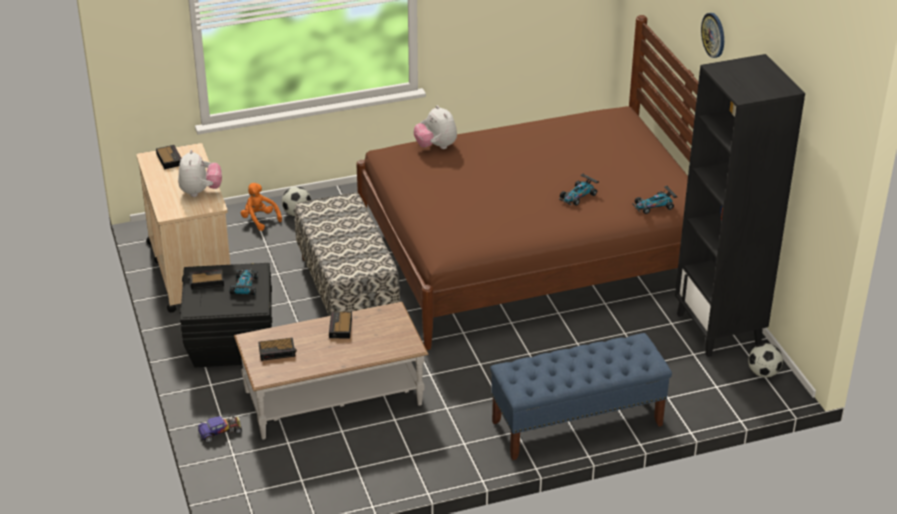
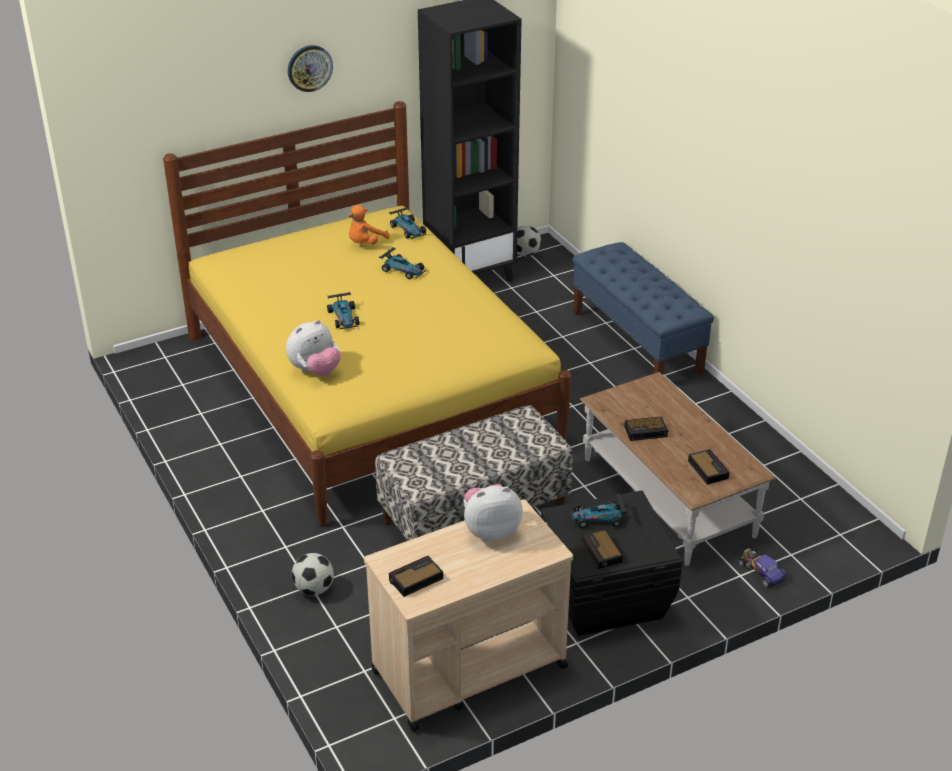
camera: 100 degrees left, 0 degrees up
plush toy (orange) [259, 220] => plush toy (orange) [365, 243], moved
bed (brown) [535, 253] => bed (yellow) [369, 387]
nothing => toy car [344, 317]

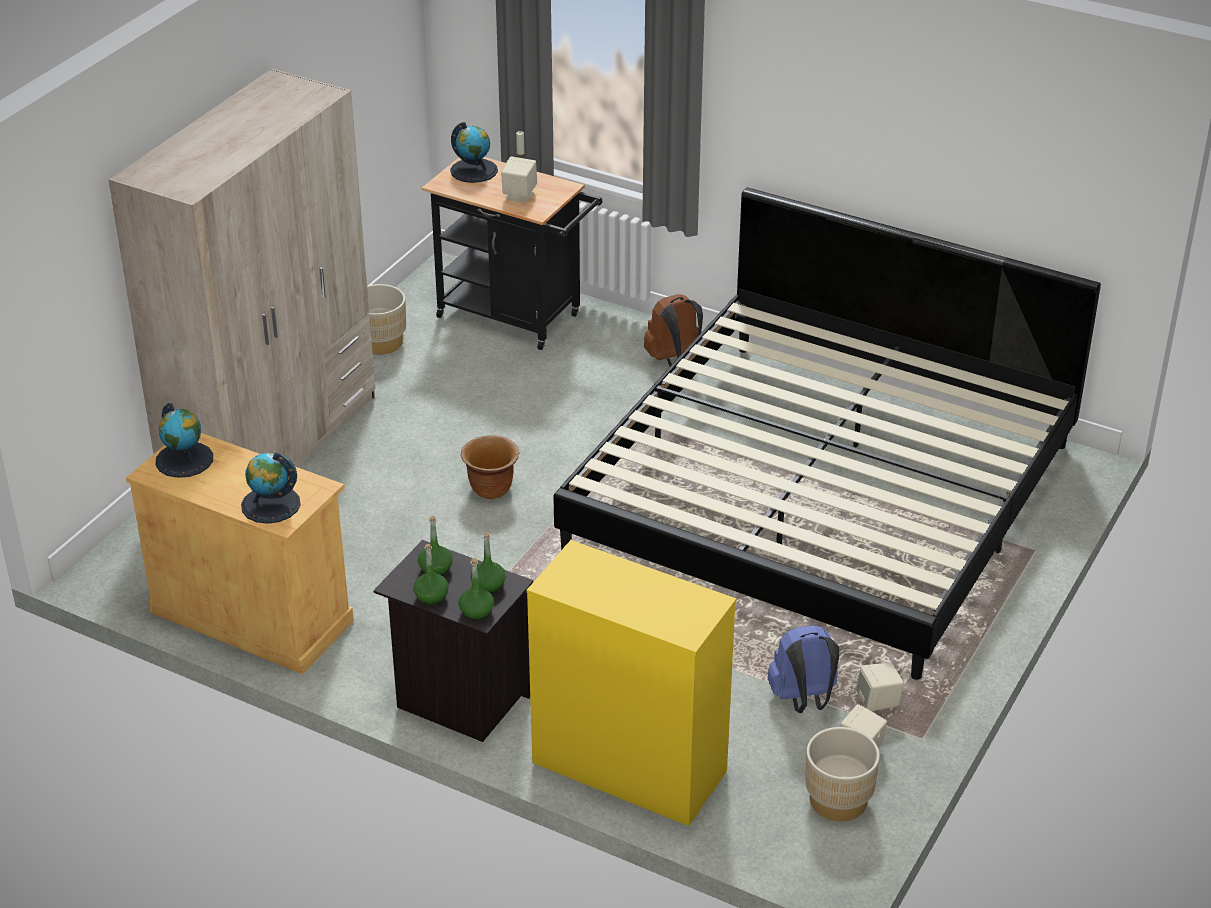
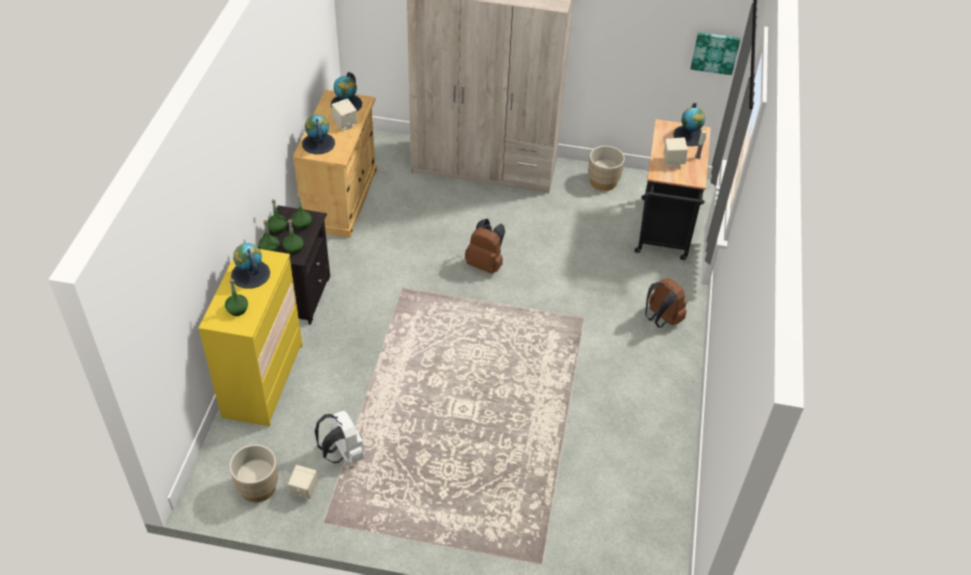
camera: 70 degrees right, 10 degrees up
planter (brown) [491, 489] => backpack (brown) [485, 264]
bed [822, 496] => nothing
backpack (blue) [803, 700] => backpack (white) [343, 453]
speaker (beige) [878, 704] => speaker (beige) [345, 124], moved
nothing => bottle (green) [237, 309]
nothing => globe [250, 274]
nothing => picture [715, 52]

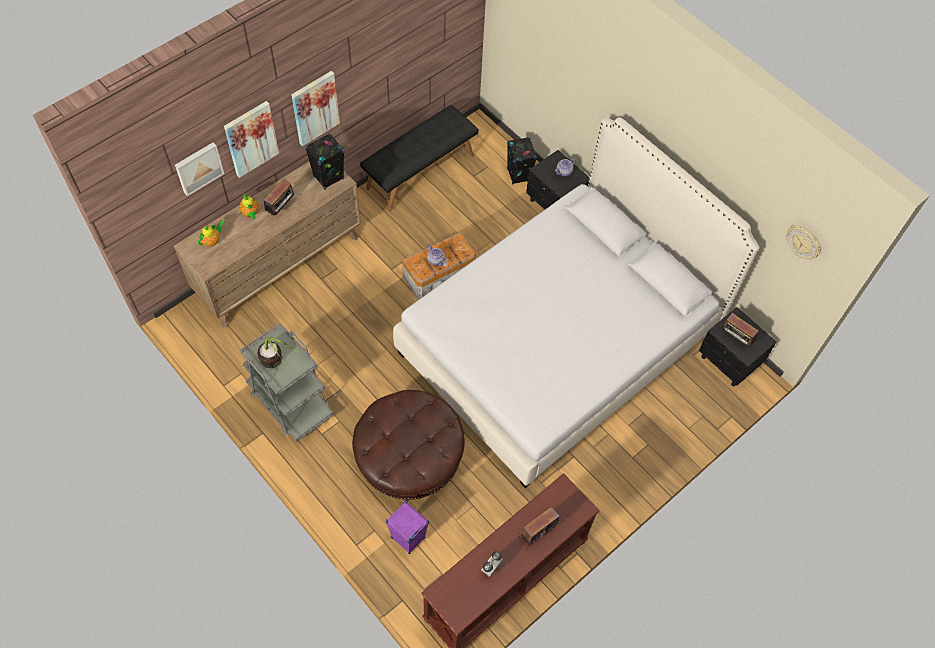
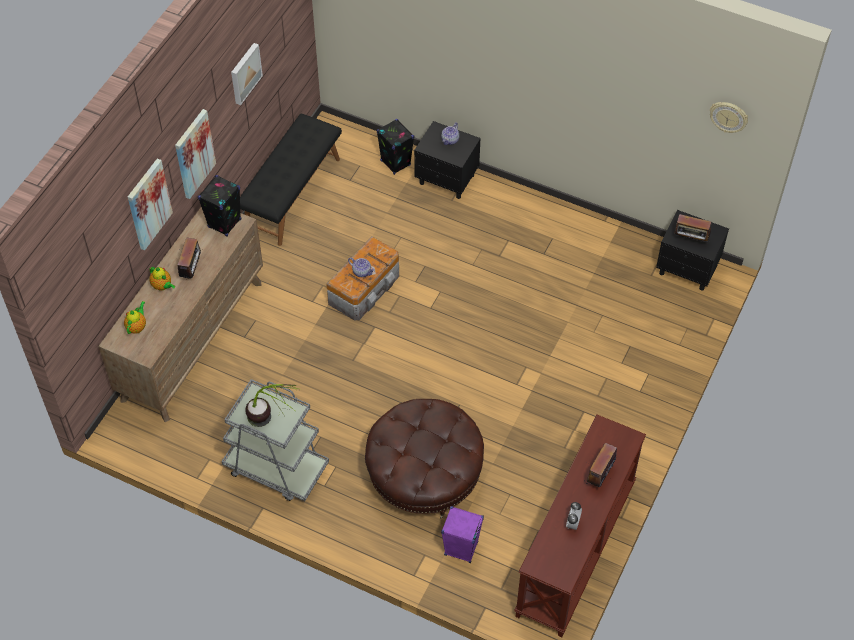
camera: 20 degrees left, 5 degrees down
picture [198, 167] => picture [244, 73], moved
bed (white) [558, 341] => nothing

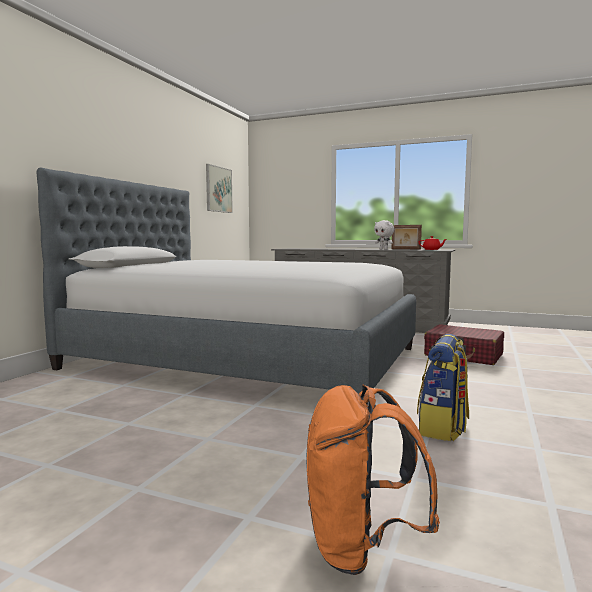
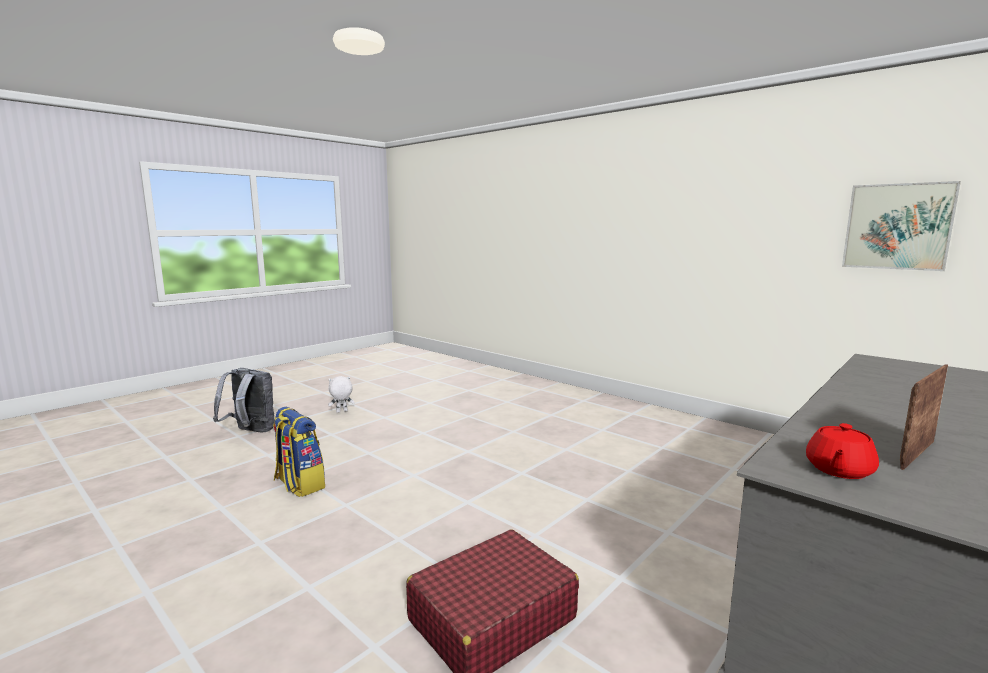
camera: 110 degrees right, 5 degrees up
bed [247, 358] => nothing
backpack (orange) [360, 547] => backpack (grey) [250, 432]
plush toy (white) [384, 249] => plush toy (white) [341, 411], moved

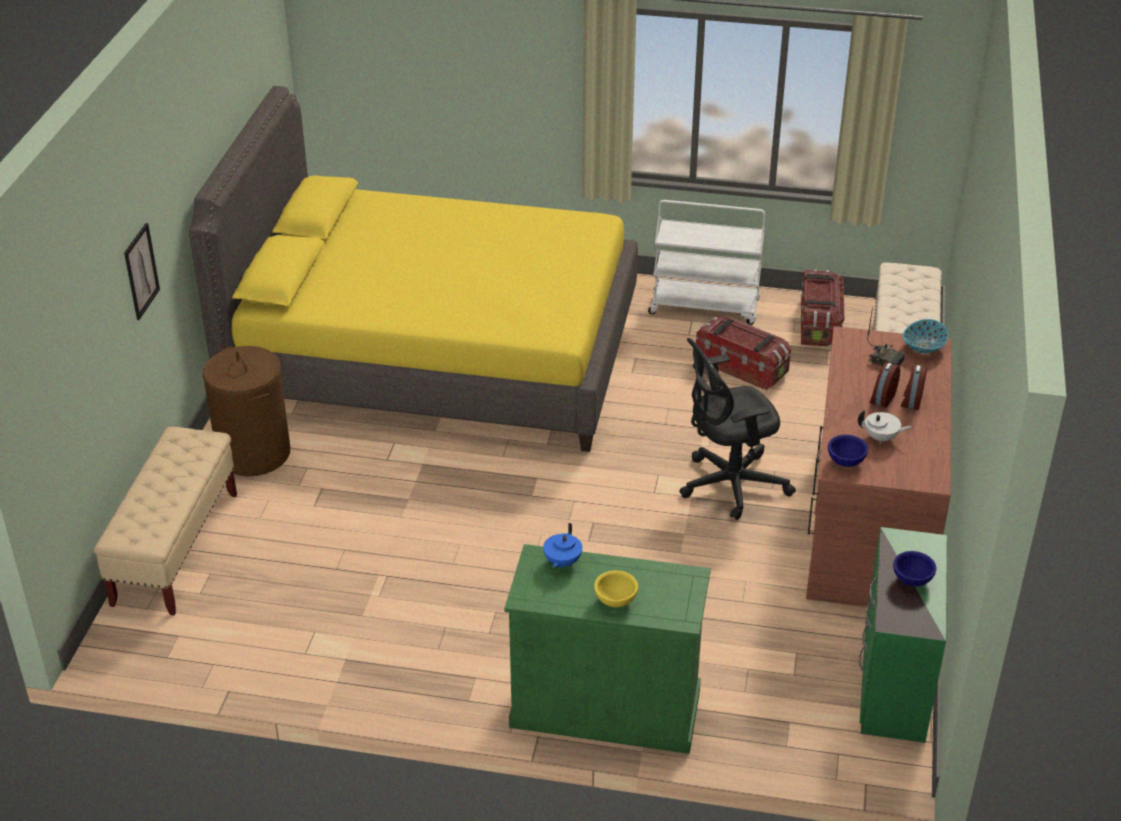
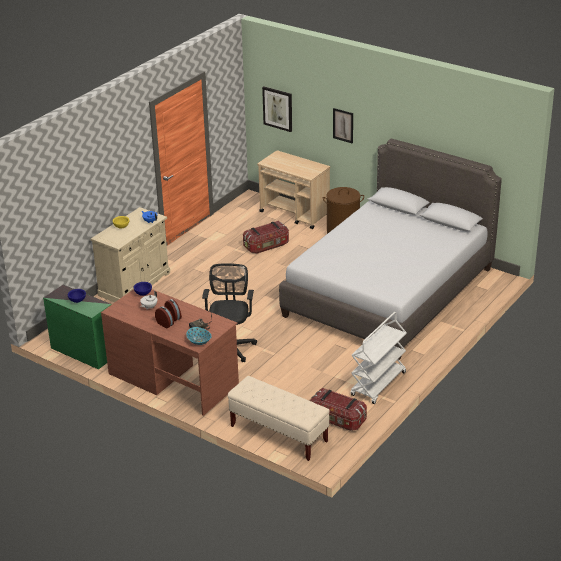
camera: 115 degrees right, 5 degrees down
bench (beige) [176, 548] => cart (beige) [295, 214]
bed (yellow) [434, 353] => bed (grey) [388, 292]
cabinet (green) [605, 707] => cabinet (beige) [134, 284]
storage box [742, 367] => storage box [266, 246], moved
nothing => picture [278, 108]

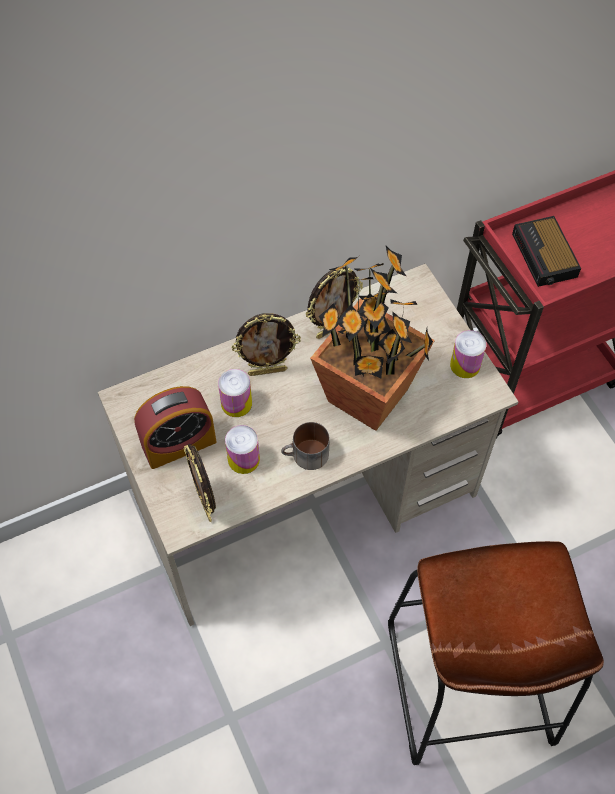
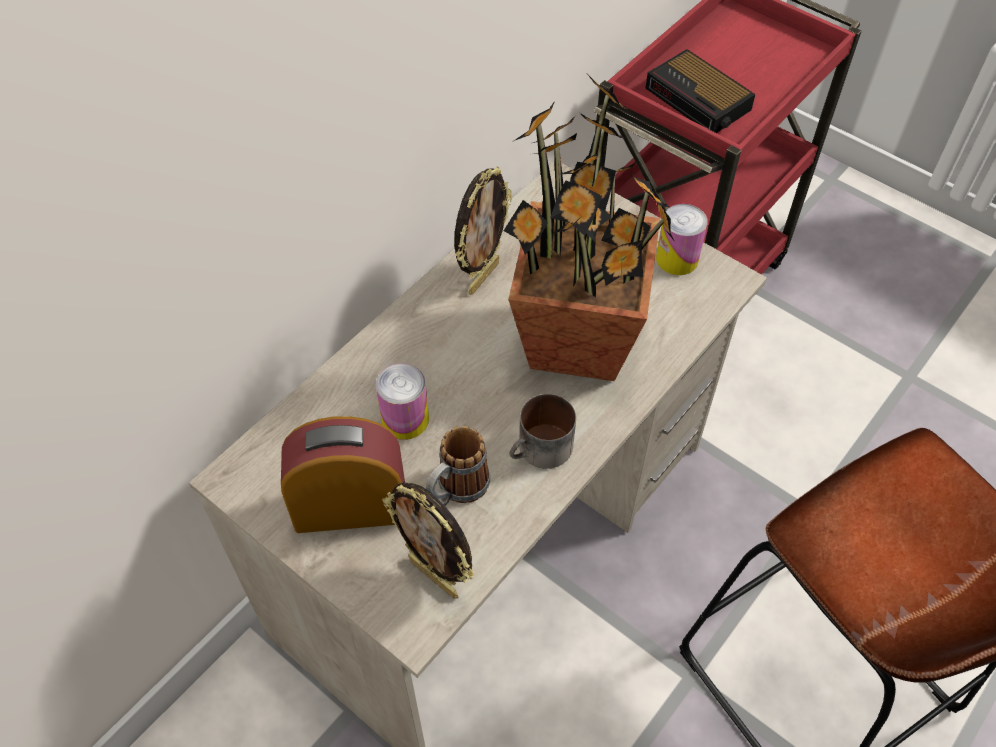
camera: 25 degrees left, 5 degrees down
alarm clock [179, 444] => alarm clock [350, 507], 135 degrees counterclockwise
can [243, 459] => mug [456, 490]
picture frame [267, 371] => nothing

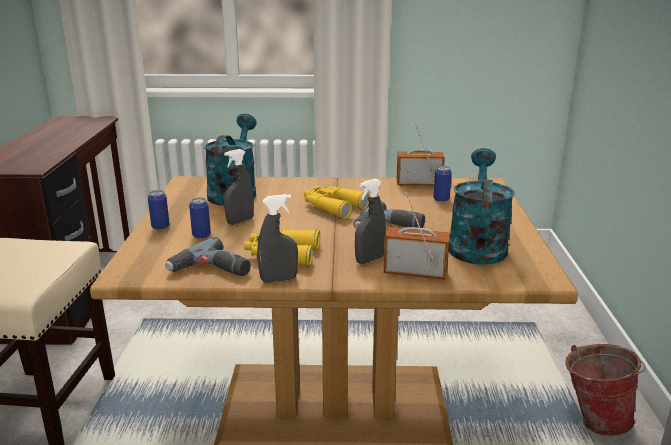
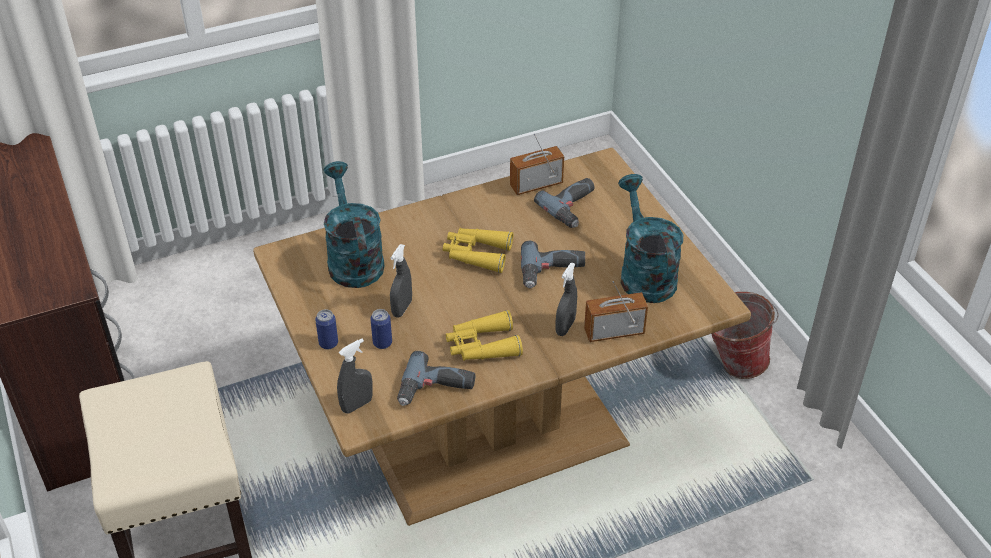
camera: 25 degrees left, 20 degrees up
spray bottle (grey) [278, 279] => spray bottle (grey) [357, 405], moved
can [441, 199] => power drill [574, 208]

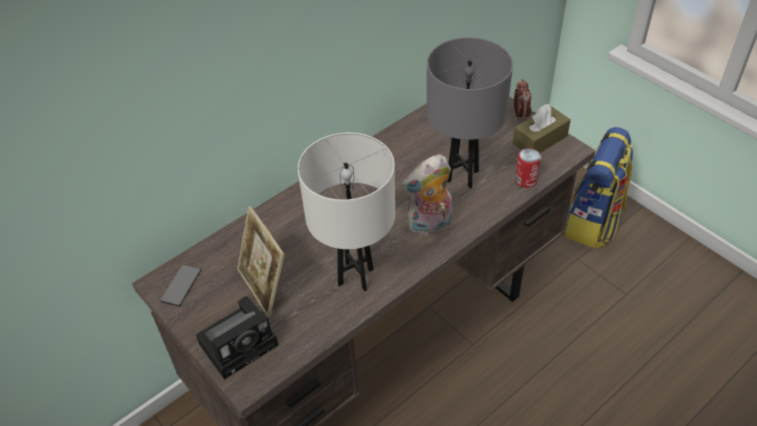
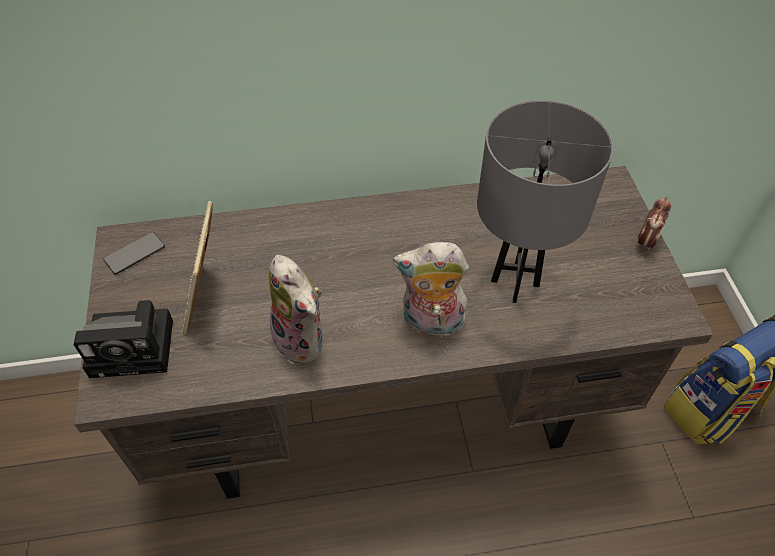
camera: 30 degrees right, 5 degrees up
table lamp (white) [355, 277] => plush toy [303, 340]
tissue box (brown) [540, 140] => nothing
can [525, 180] => nothing

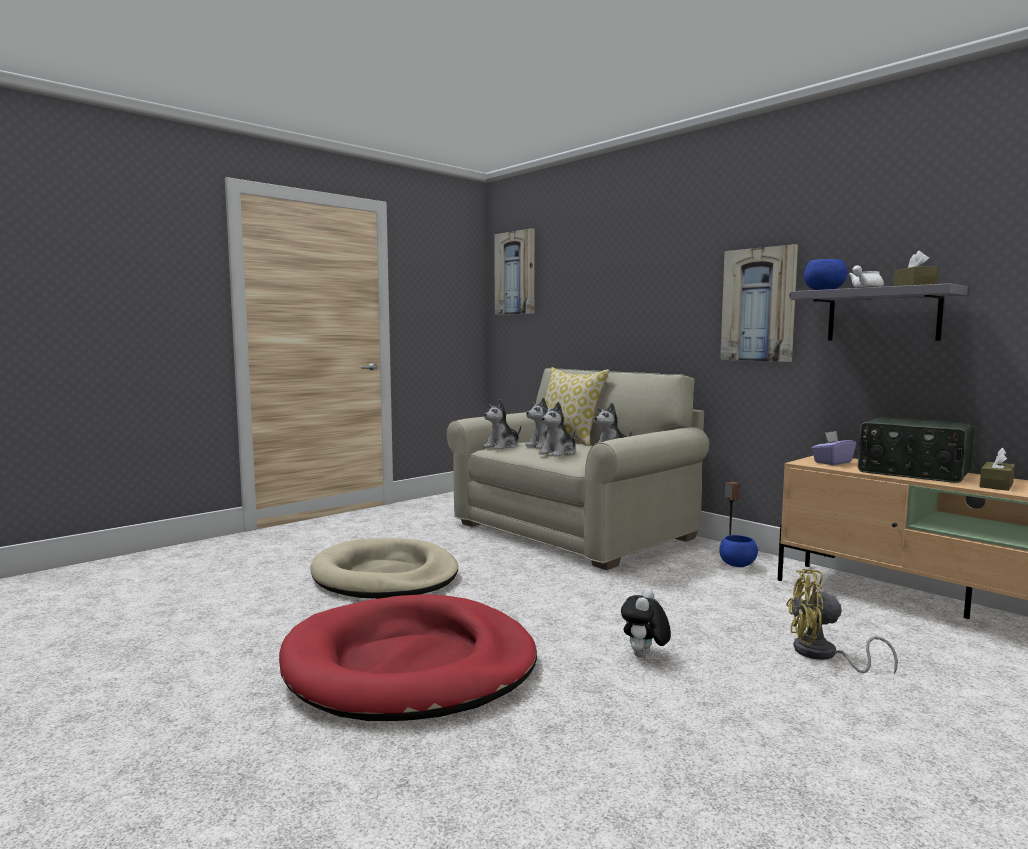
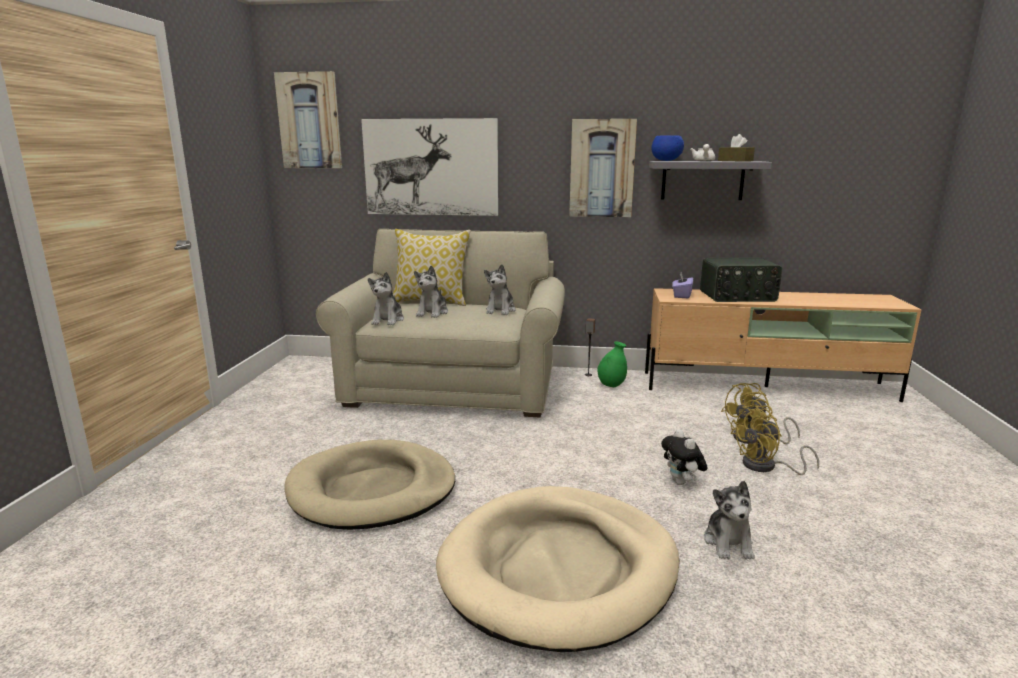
camera: 40 degrees left, 10 degrees up
dog bed (red) [410, 666] => dog bed (beige) [559, 569]
plush toy [559, 453] => plush toy [728, 543], moved
bowl (blue) [738, 566] => vase (green) [611, 385]
tissue box (brown) [996, 485] => nothing
nothing => picture [431, 167]
nothing => fan (yellow) [766, 467]

